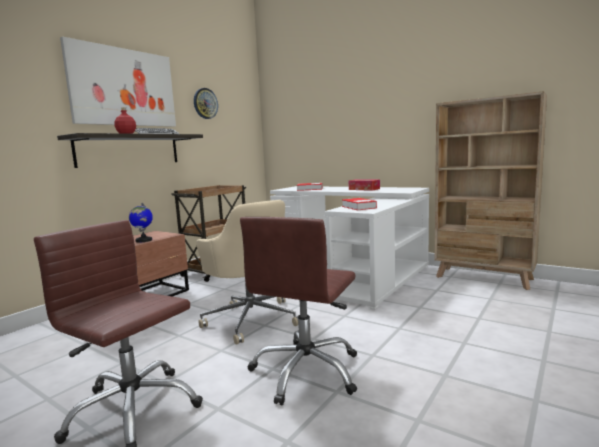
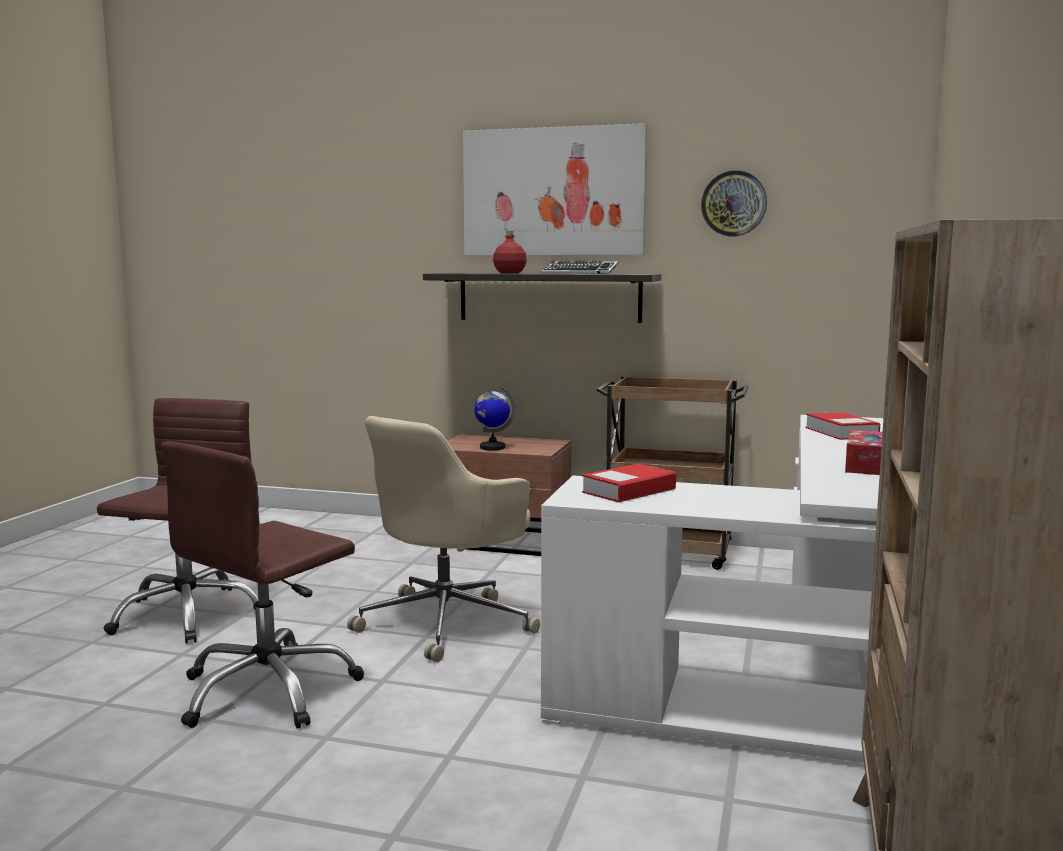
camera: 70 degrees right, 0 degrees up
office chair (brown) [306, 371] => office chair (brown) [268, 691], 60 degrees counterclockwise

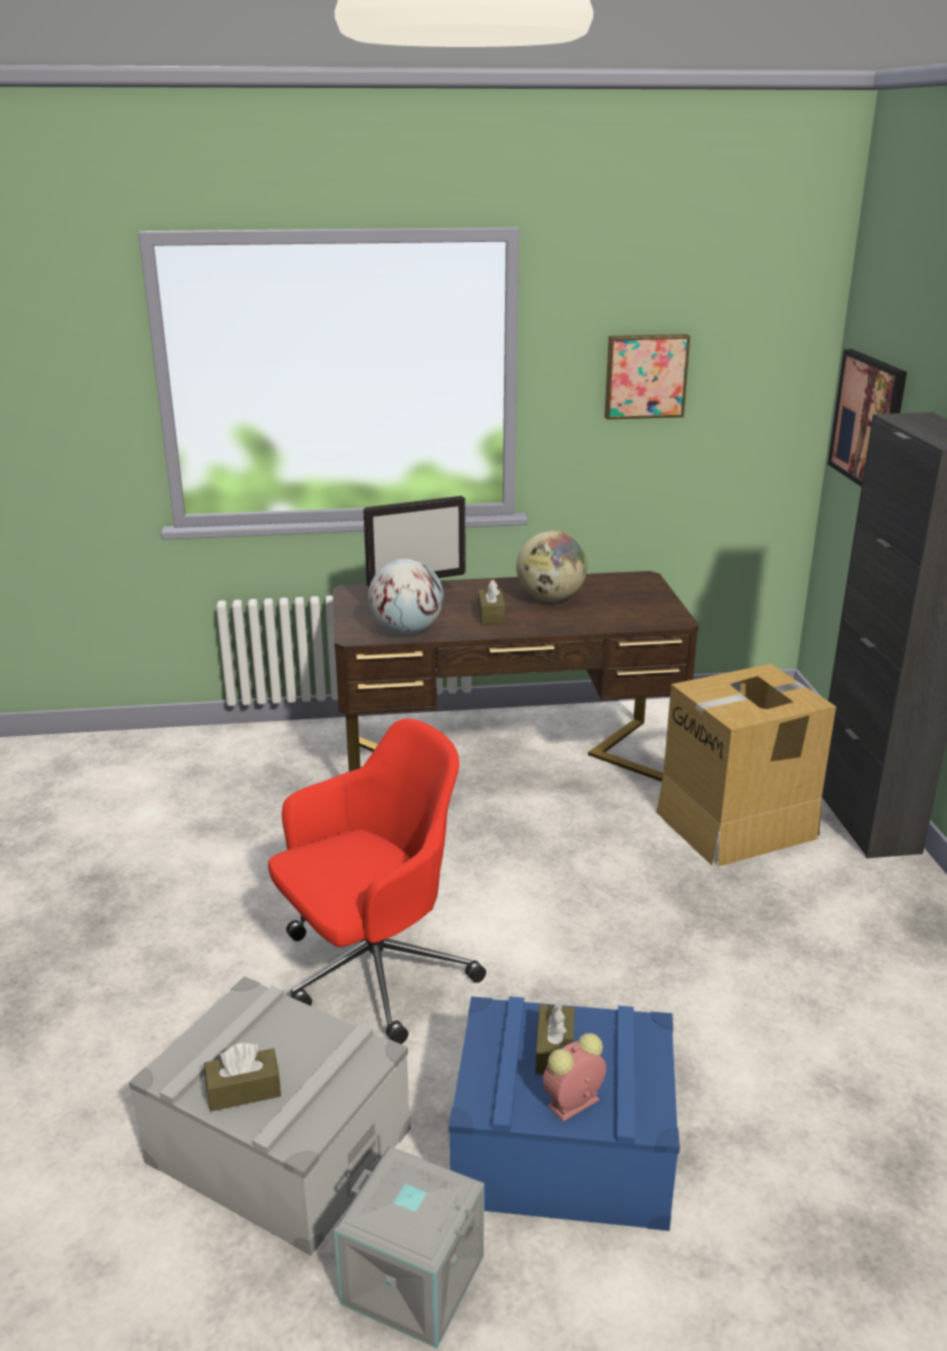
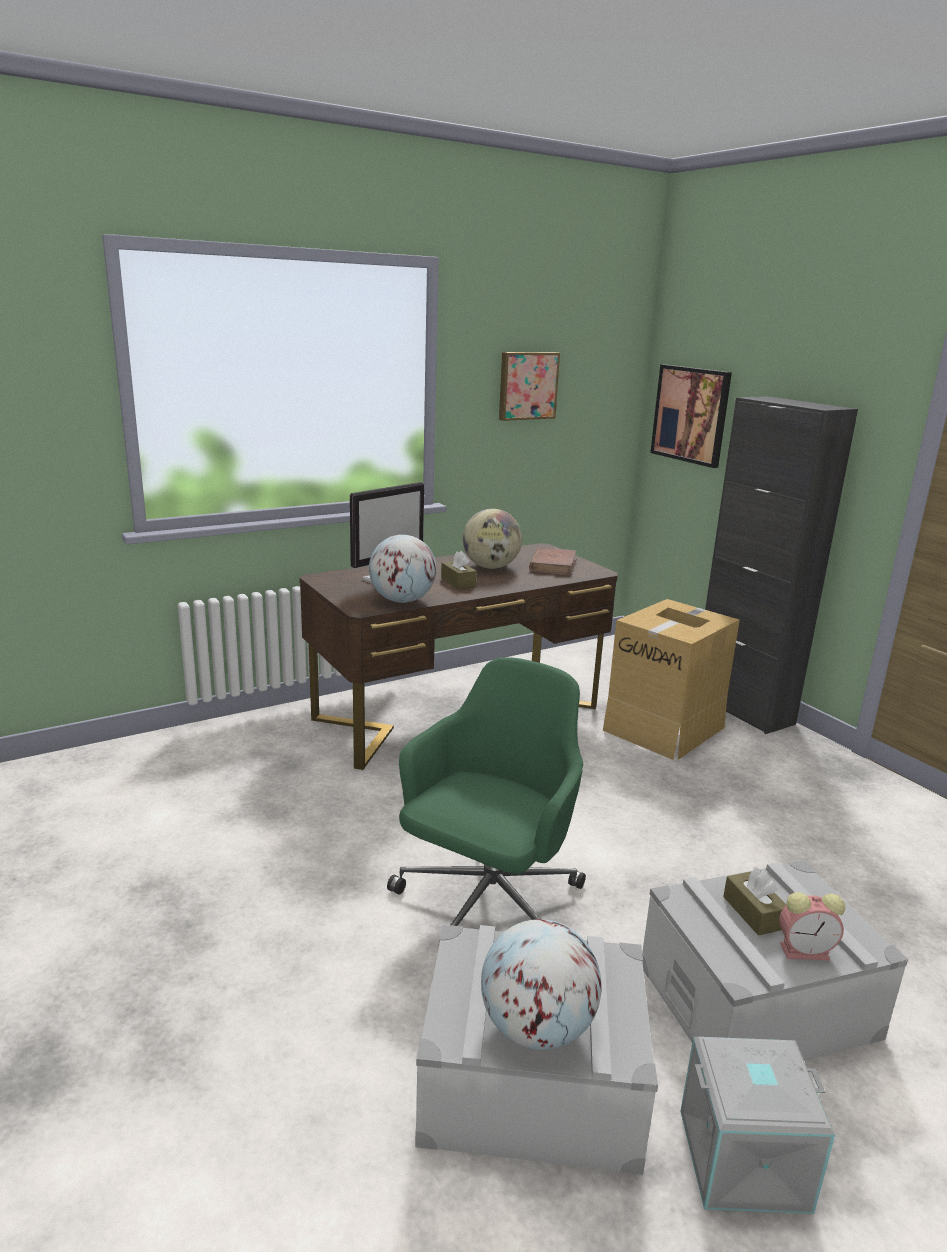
camera: 25 degrees left, 5 degrees down
tissue box (brown) [244, 1090] => globe [536, 1029]
office chair (red) [372, 972] => office chair (green) [488, 903]
storage box (blue) [562, 1147] => storage box (grey) [756, 1001]
alarm clock [572, 1104] => alarm clock [806, 951], 120 degrees counterclockwise
nothing => book (brown) [553, 565]

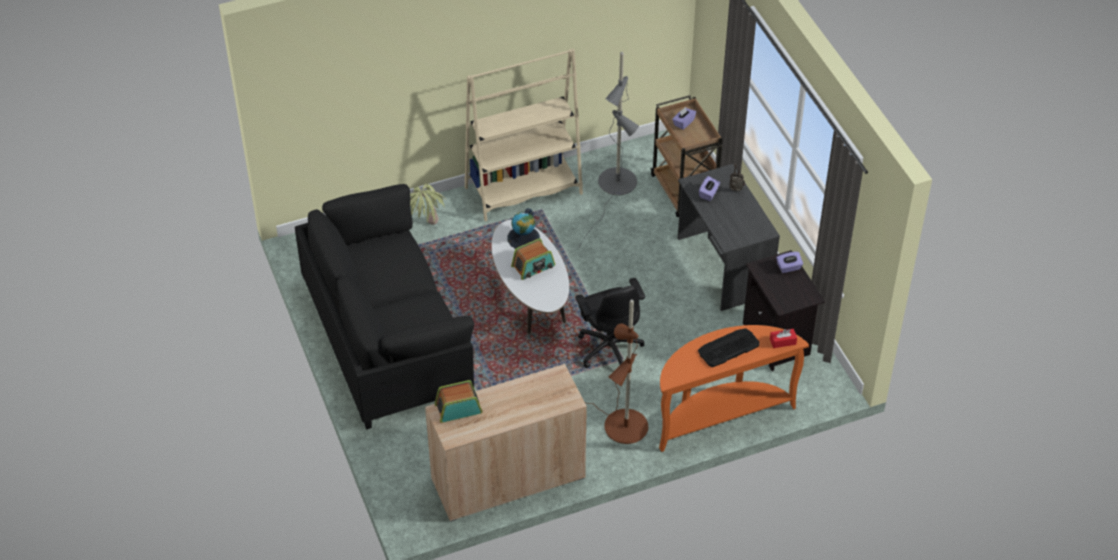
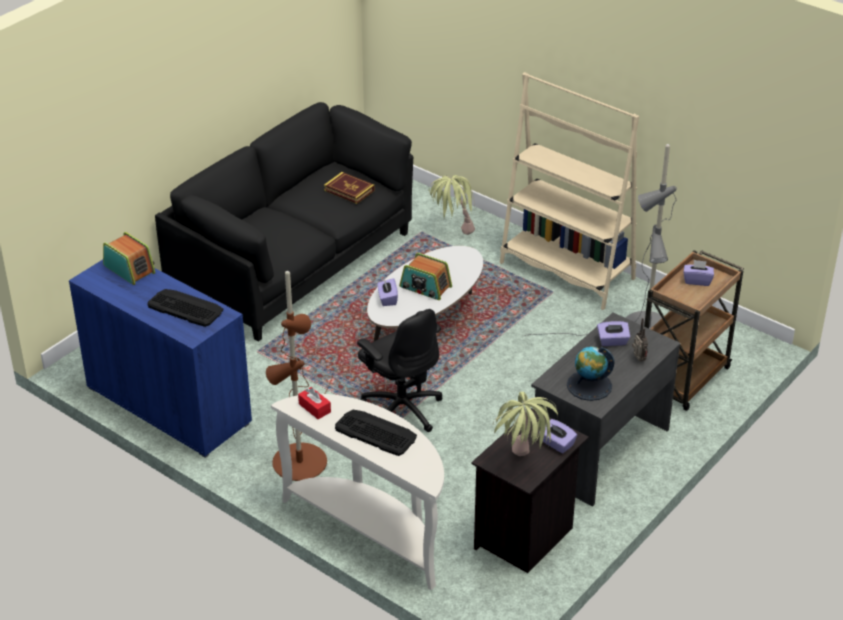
camera: 60 degrees right, 10 degrees down
cabinet (beige) [508, 478] => cabinet (blue) [168, 405]
globe [523, 238] => globe [589, 385], moved
office chair (black) [609, 348] => office chair (black) [401, 409], 75 degrees counterclockwise
console table (orange) [720, 415] => console table (white) [371, 530]
tissue box (red) [782, 341] => tissue box (red) [314, 408], moved
nothing => keyboard [185, 308]
nothing => book [349, 190]
nothing => tissue box (purple) [387, 299]
nothing => potted plant [522, 467]

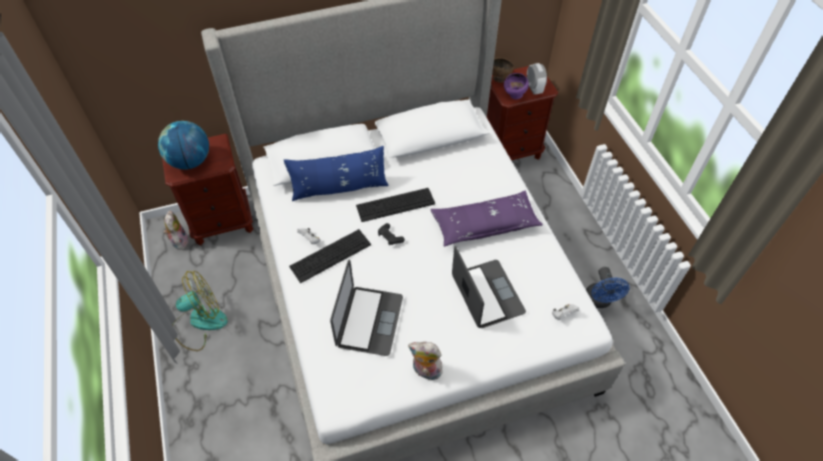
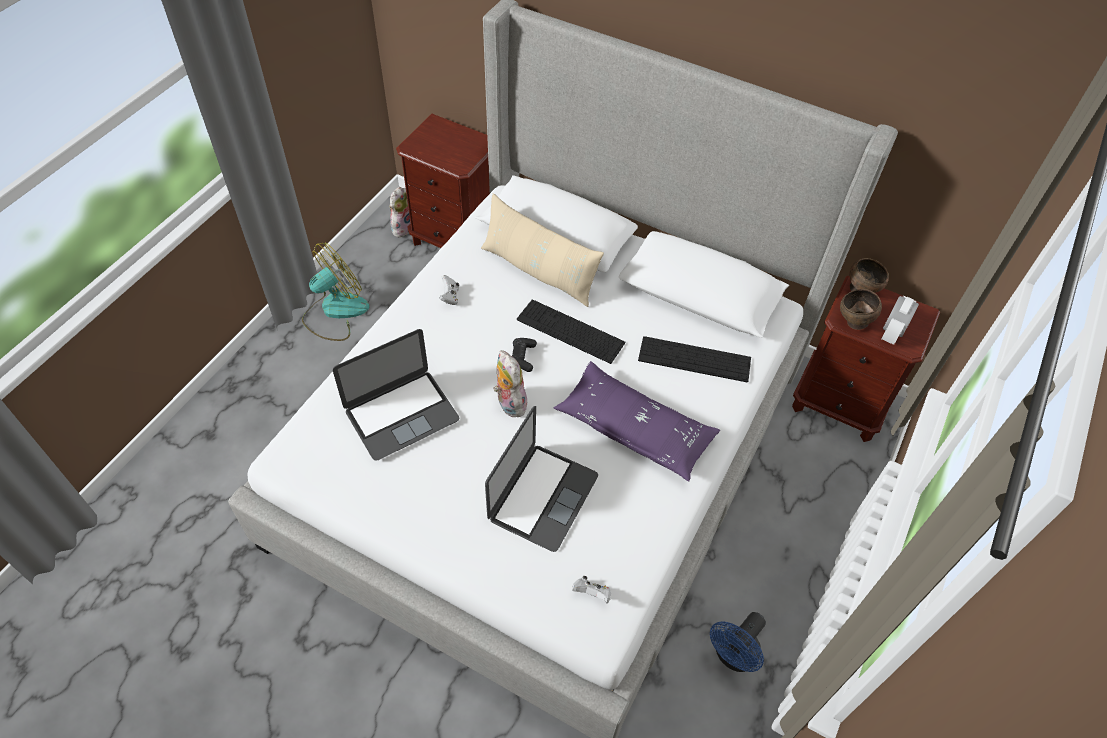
camera: 45 degrees right, 0 degrees up
globe [190, 161] => nothing
fan [199, 322] => fan [335, 312], 60 degrees counterclockwise
pillow (blue) [339, 188] => pillow (beige) [538, 271]
keyboard [330, 255] => keyboard [694, 359], moved
plush toy [425, 371] => plush toy [509, 403], moved
bowl (purple) [514, 96] => bowl (brown) [853, 323]

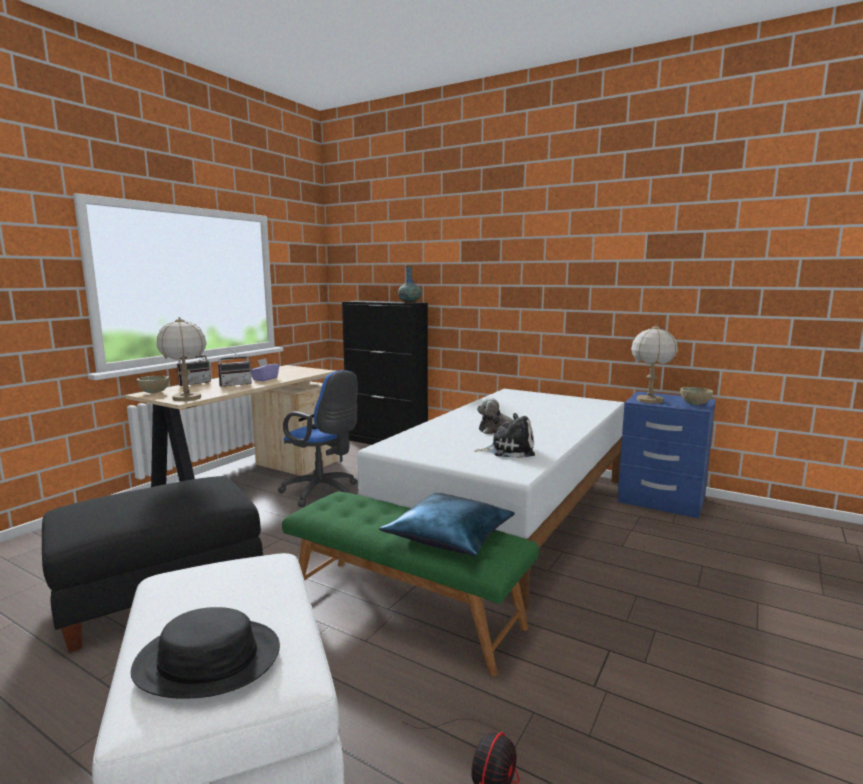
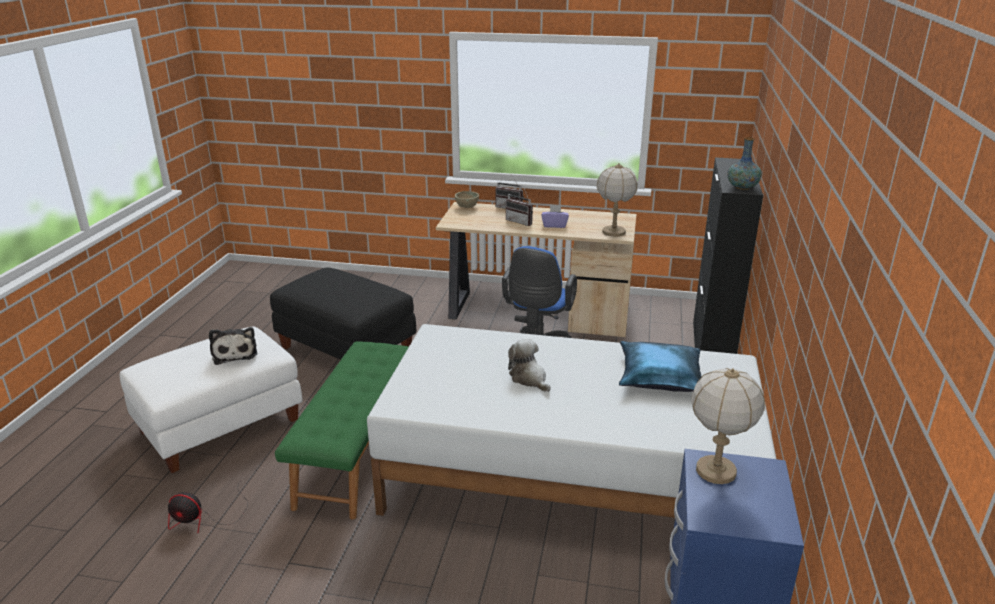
camera: 70 degrees right, 15 degrees up
hat (black) [208, 660] => nothing
table lamp [187, 398] => table lamp [614, 232], moved
pillow (blue) [450, 536] => pillow (blue) [659, 377], moved
plush toy [509, 450] => plush toy [235, 353], moved
bowl (beige) [695, 404] => nothing

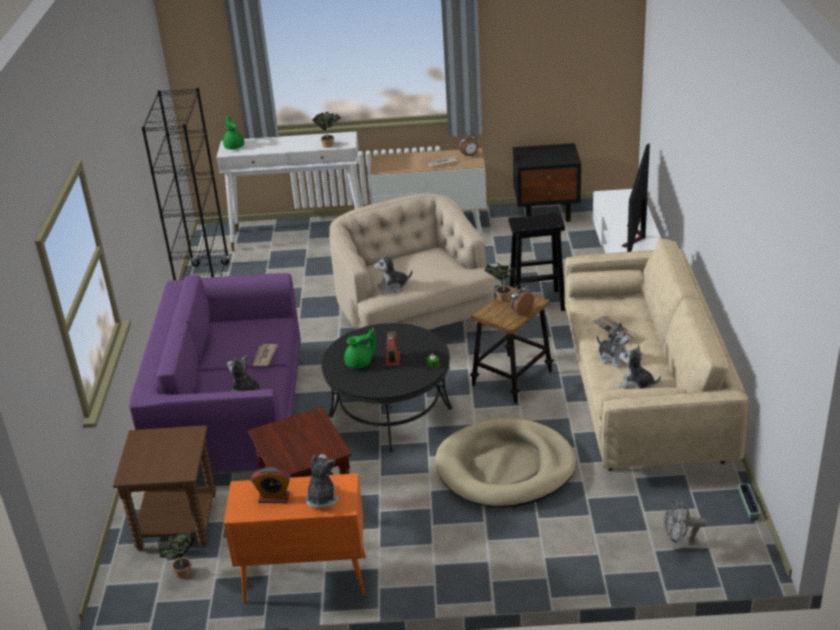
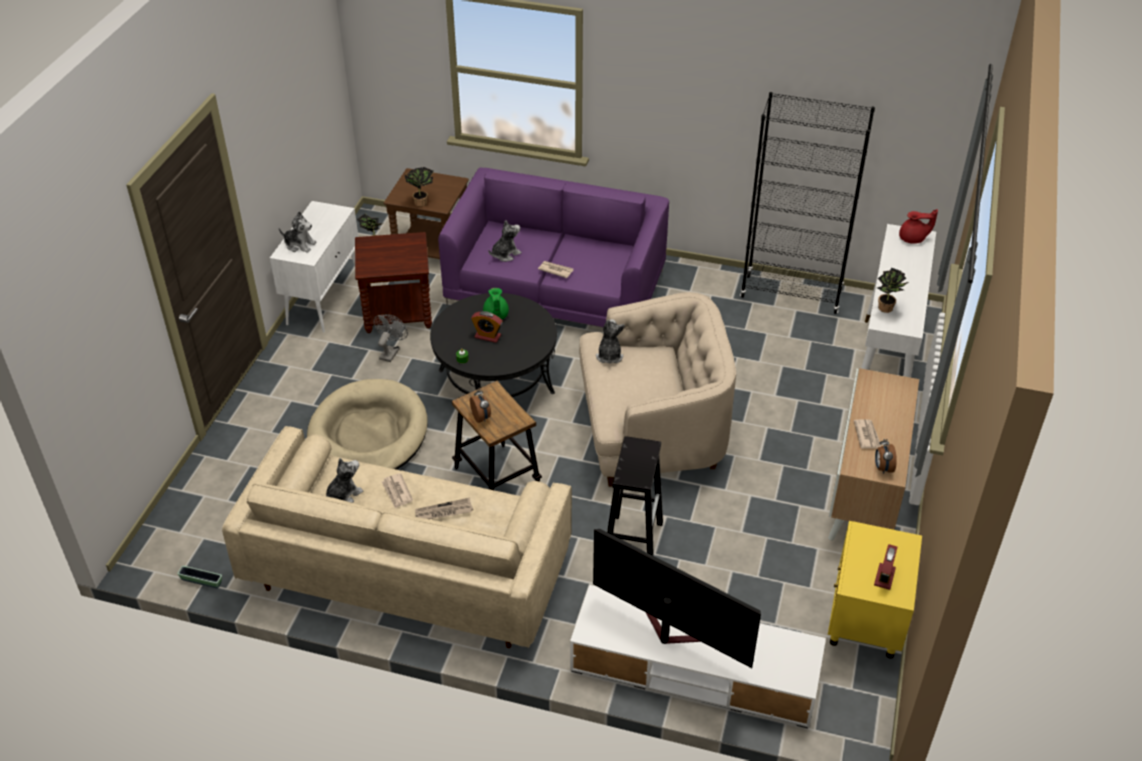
camera: 105 degrees right, 10 degrees up
teapot (green) [234, 146] => teapot (red) [913, 239]
cabinet (orange) [304, 579] => cabinet (white) [324, 299]
alarm clock [274, 498] => alarm clock [884, 577], moved
potted plant [501, 298] => potted plant [421, 201], moved
nightstand (black) [547, 213] => nightstand (yellow) [864, 626]
plush toy [613, 358] => newspaper [397, 492]
fan (grey) [680, 546] => fan (grey) [390, 352], moved

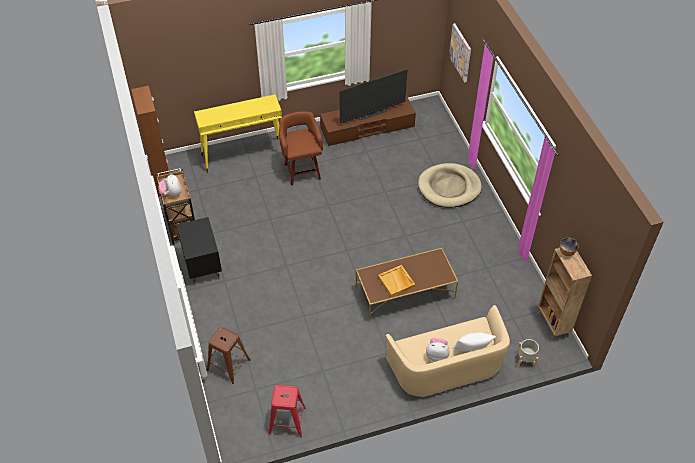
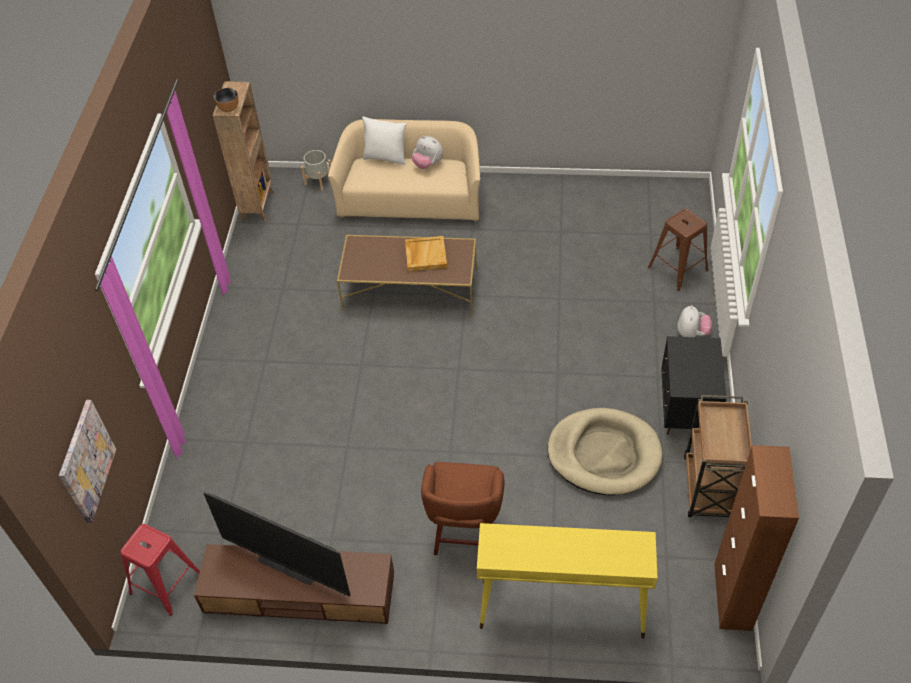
camera: 155 degrees left, 0 degrees up
plush toy [171, 193] => plush toy [692, 333], moved
stool (red) [286, 421] => stool (red) [167, 582], moved
television [372, 114] => television [287, 568], 150 degrees counterclockwise
dog bed (beige) [449, 187] => dog bed (beige) [604, 454], moved

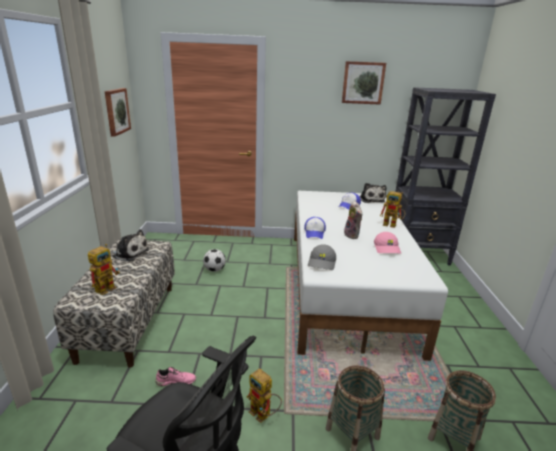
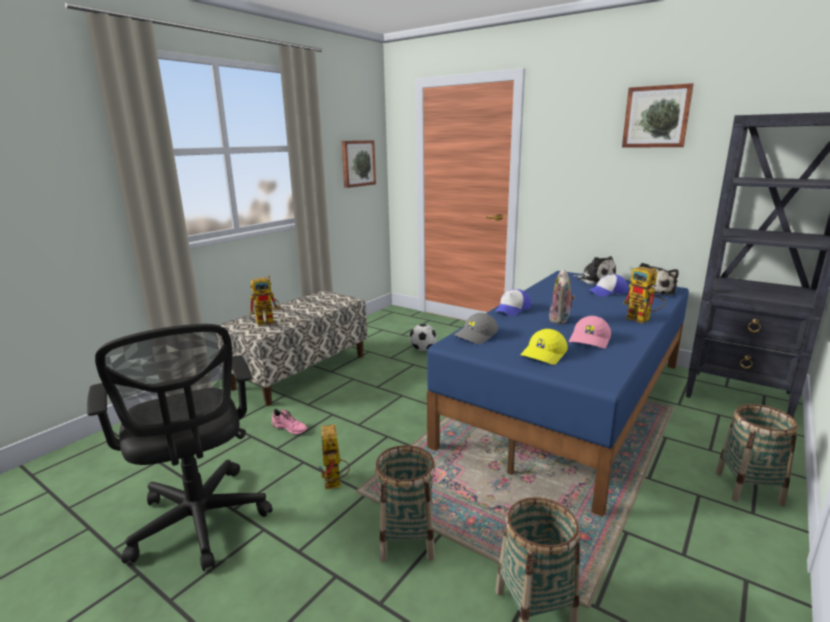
camera: 35 degrees right, 5 degrees down
plush toy [129, 253] => plush toy [595, 280], moved
bed (white) [346, 285] => bed (blue) [571, 402]
nothing => cap (yellow) [544, 355]
nothing => basket [748, 488]

